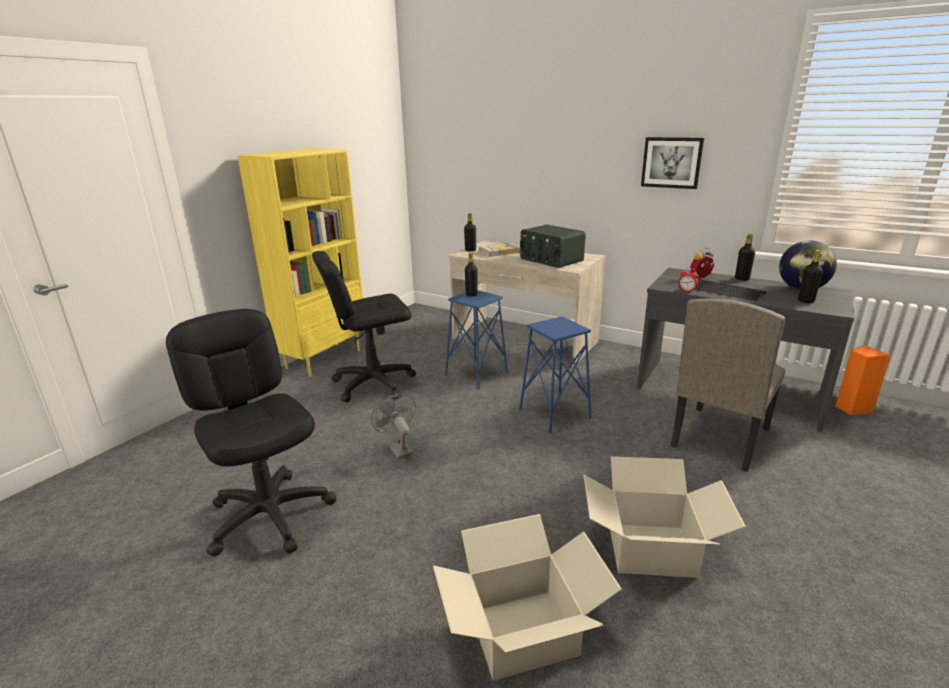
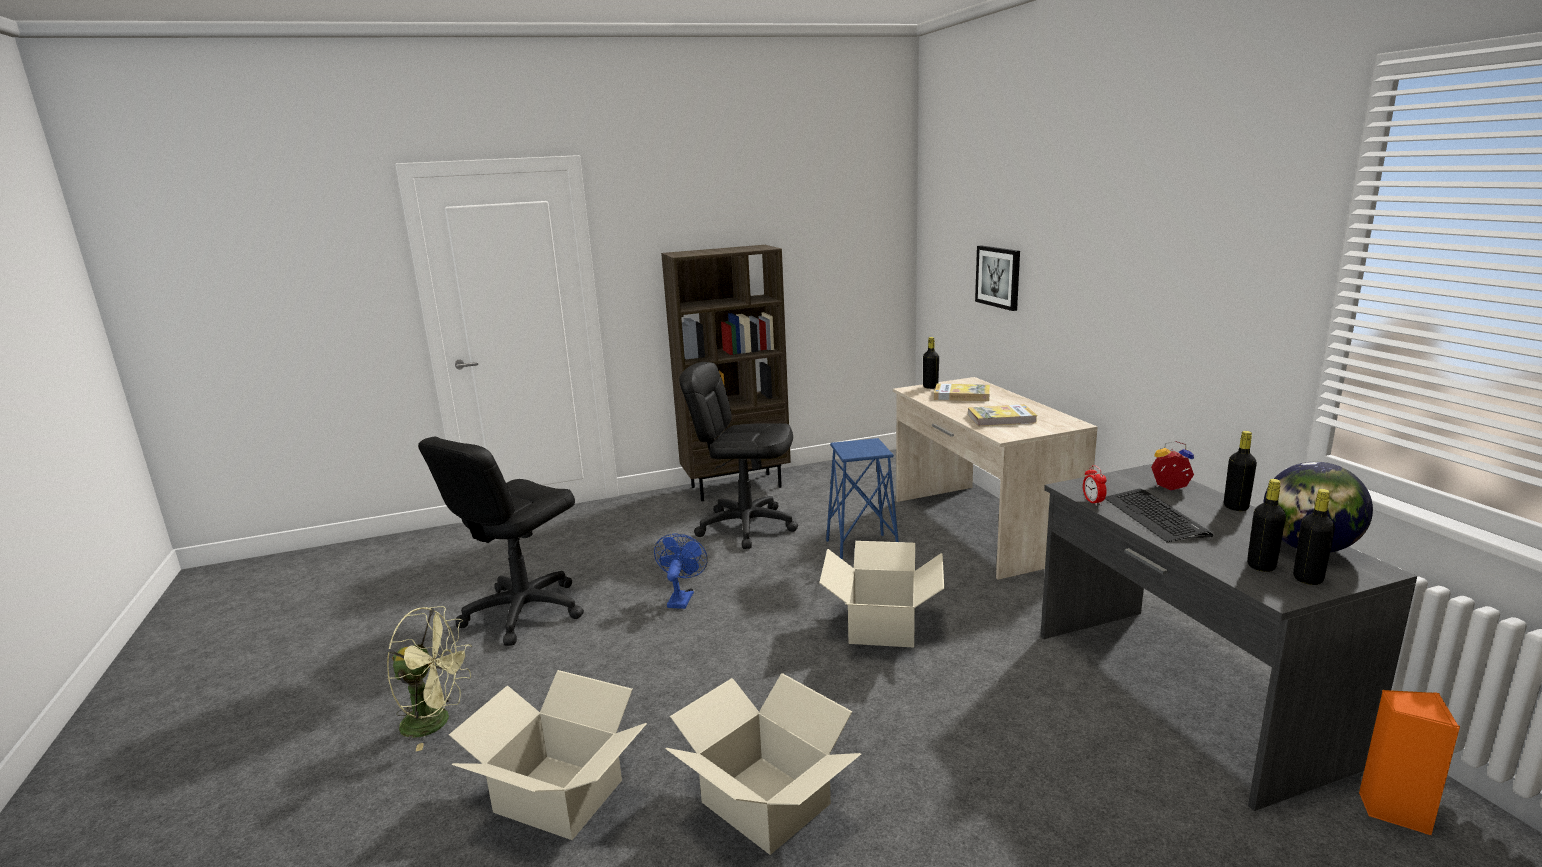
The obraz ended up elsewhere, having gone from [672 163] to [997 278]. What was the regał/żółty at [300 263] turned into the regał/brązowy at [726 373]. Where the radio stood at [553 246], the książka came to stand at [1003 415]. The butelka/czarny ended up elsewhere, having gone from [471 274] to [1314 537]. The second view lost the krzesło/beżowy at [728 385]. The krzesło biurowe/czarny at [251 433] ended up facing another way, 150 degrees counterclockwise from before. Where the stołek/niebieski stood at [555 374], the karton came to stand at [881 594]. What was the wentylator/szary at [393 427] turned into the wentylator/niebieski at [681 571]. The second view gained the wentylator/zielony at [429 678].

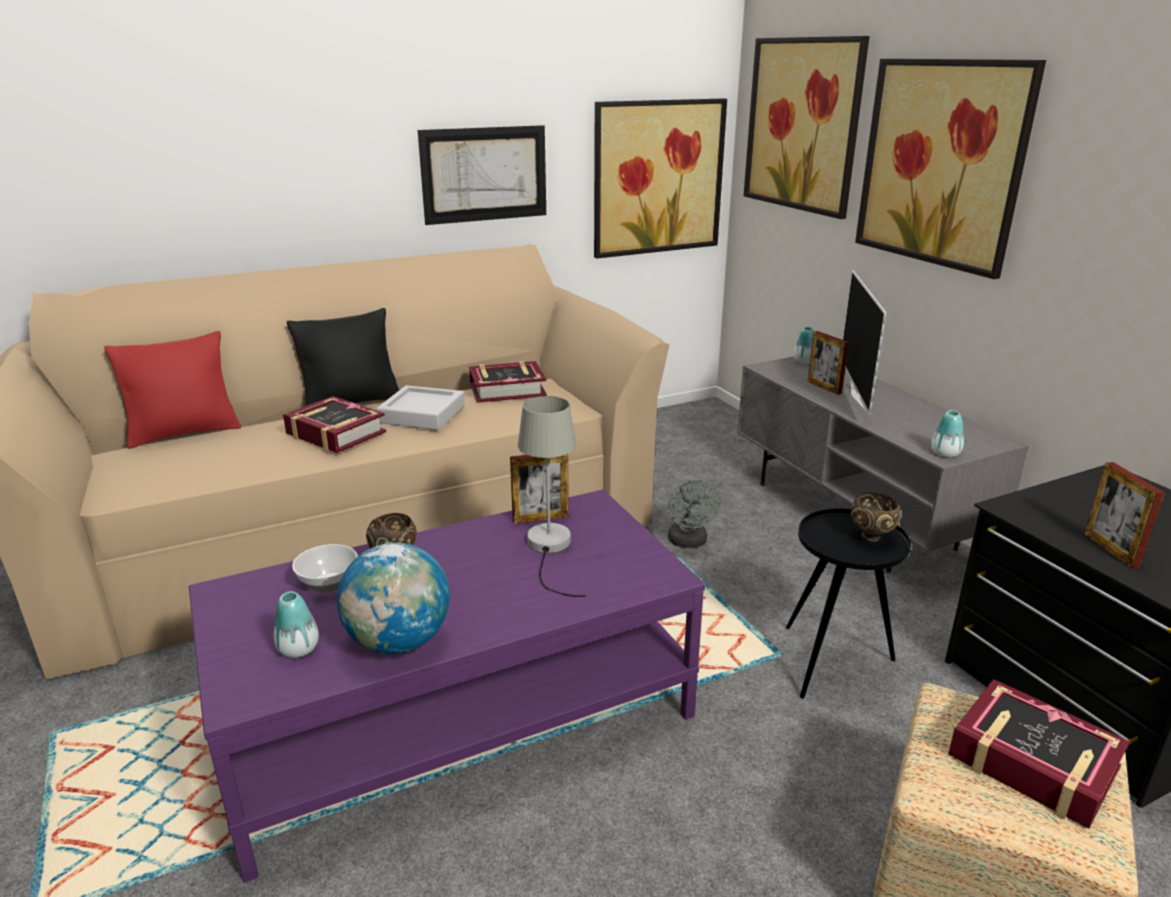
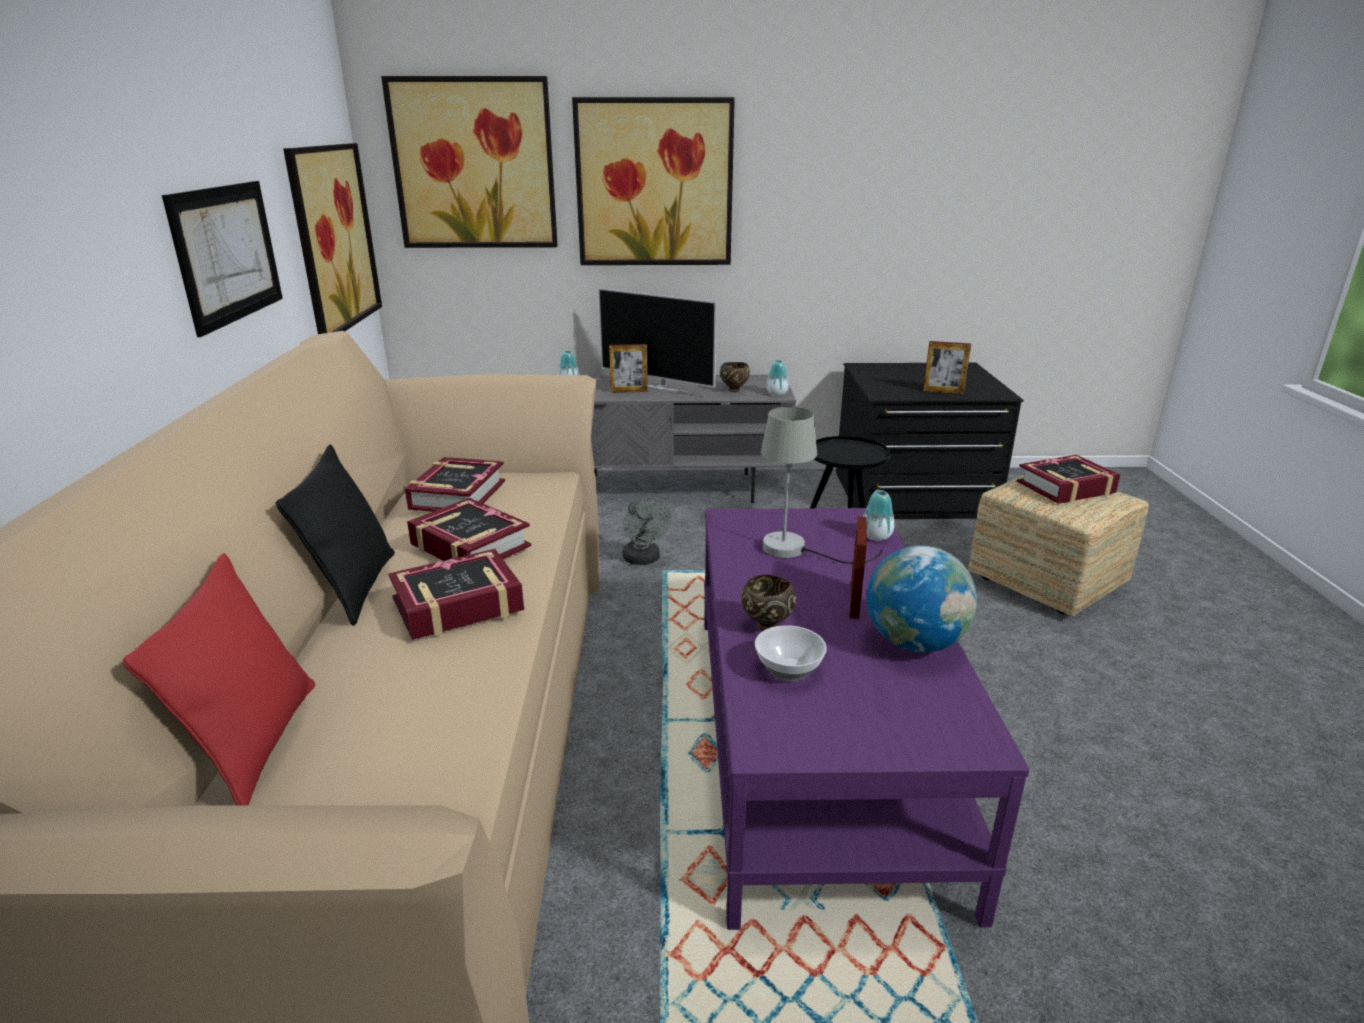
Where the taca/szary stood at [420 407], the książka came to stand at [469 529]. The ramka na zdjęcie ended up elsewhere, having gone from [539 489] to [858 567]. The wentylator/szary at [694 514] ended up facing another way, 45 degrees clockwise from before. The miska/brązowy ended up elsewhere, having gone from [876 517] to [735 377]. The wazon ended up elsewhere, having gone from [296 624] to [878 515].

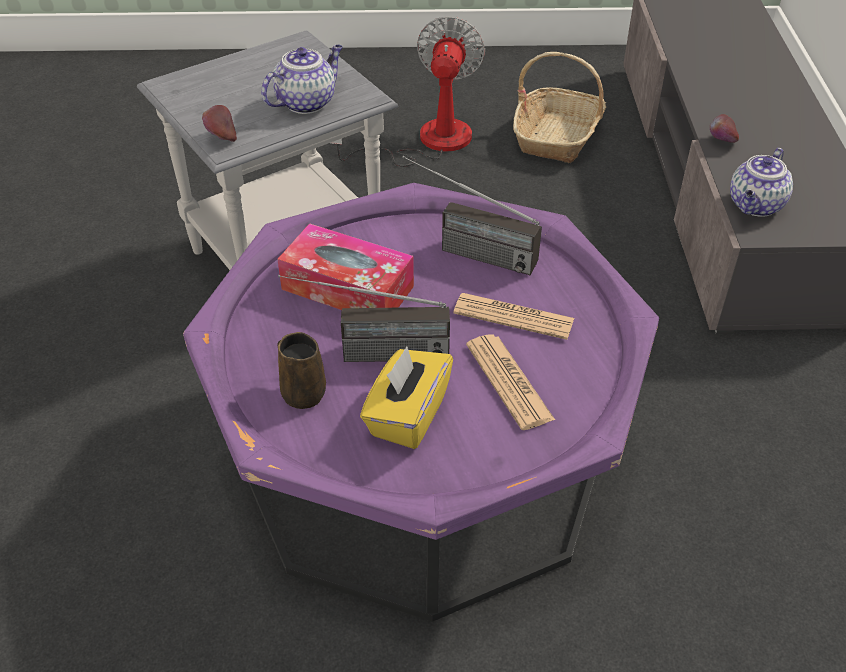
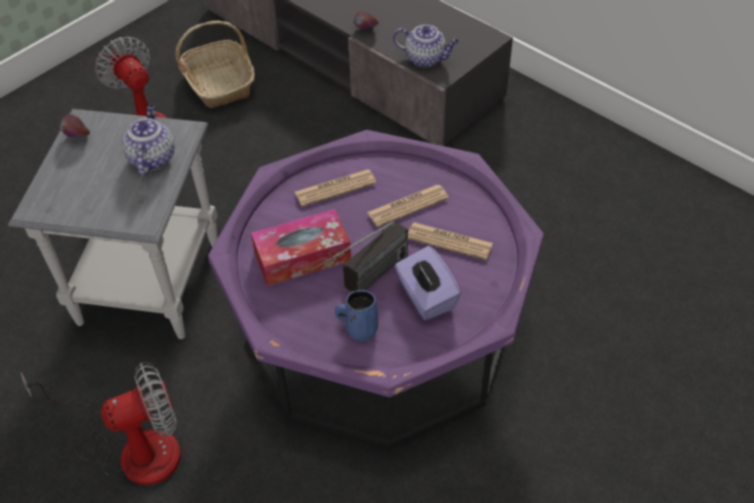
The jabłko ended up elsewhere, having gone from [219 123] to [75 125]. The imbryk at [761 182] ended up facing another way, 60 degrees counterclockwise from before. Where the radio stood at [472 215], the gazeta came to stand at [335 188]. What was the kubek/brązowy at [301 370] turned into the kubek/niebieski at [356 316]. What was the pudełko chusteczek/żółty at [406 397] turned into the pudełko chusteczek/fioletowy at [428 283]. The second view gained the wentylator at [101 423].

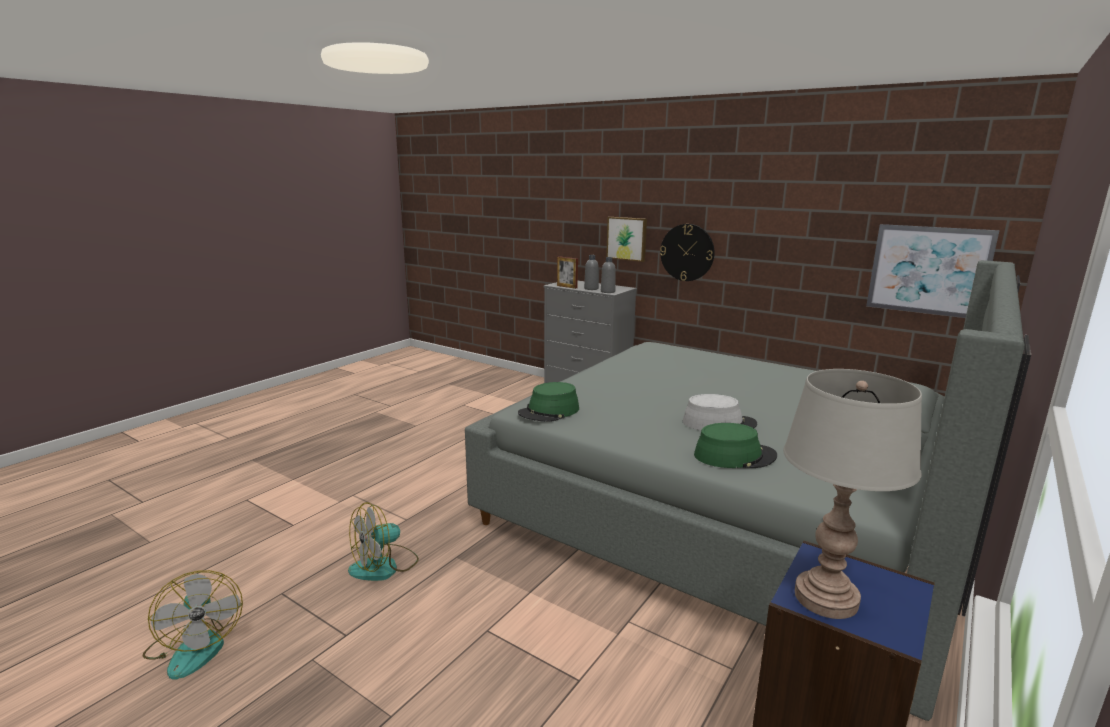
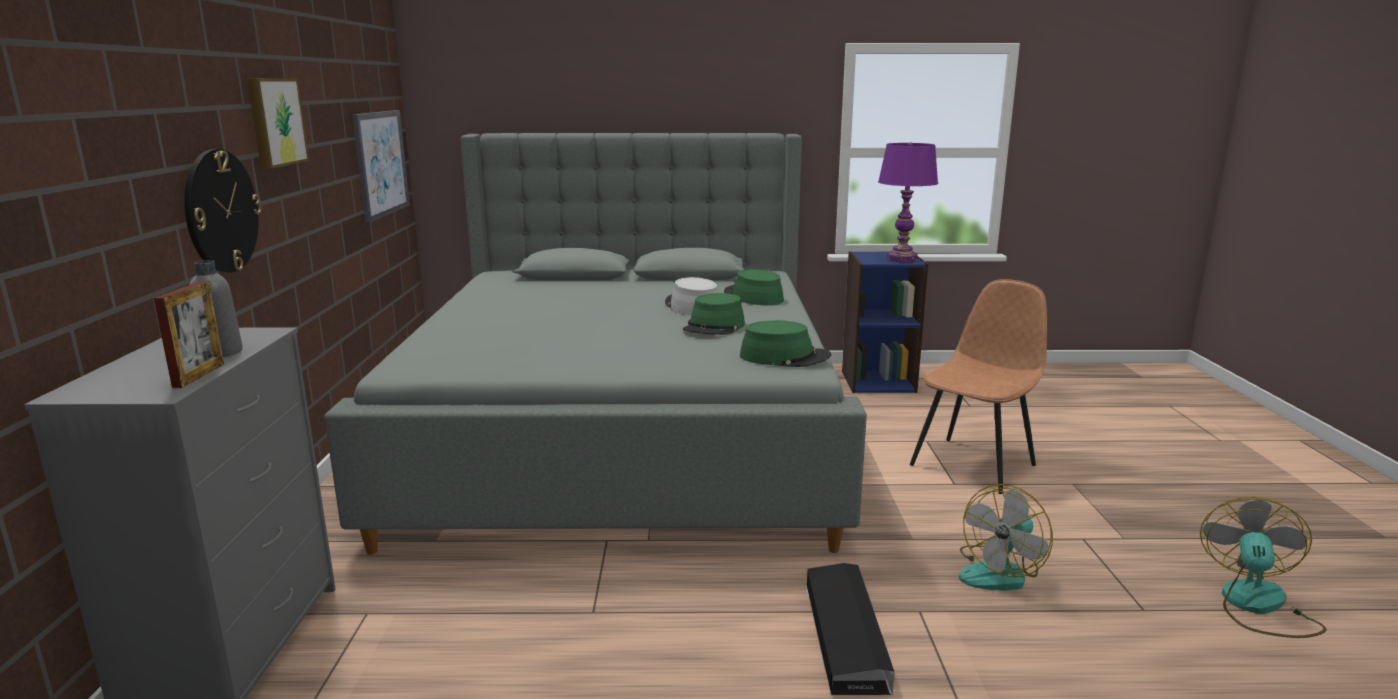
The obraz ended up elsewhere, having gone from [626 239] to [278 123]. The second view lost the butelka/szary at [608 275]. What was the lampa stołowa/szary at [852 494] turned into the lampa stołowa/fioletowy at [908 202]. The wentylator at [383 541] ended up facing another way, 120 degrees clockwise from before. The second view gained the krzesło/brązowy at [978 386]. The second view gained the kapelusz/zielony at [714 314]. The second view gained the pojemnik do przechowywania/czarny at [850 629].

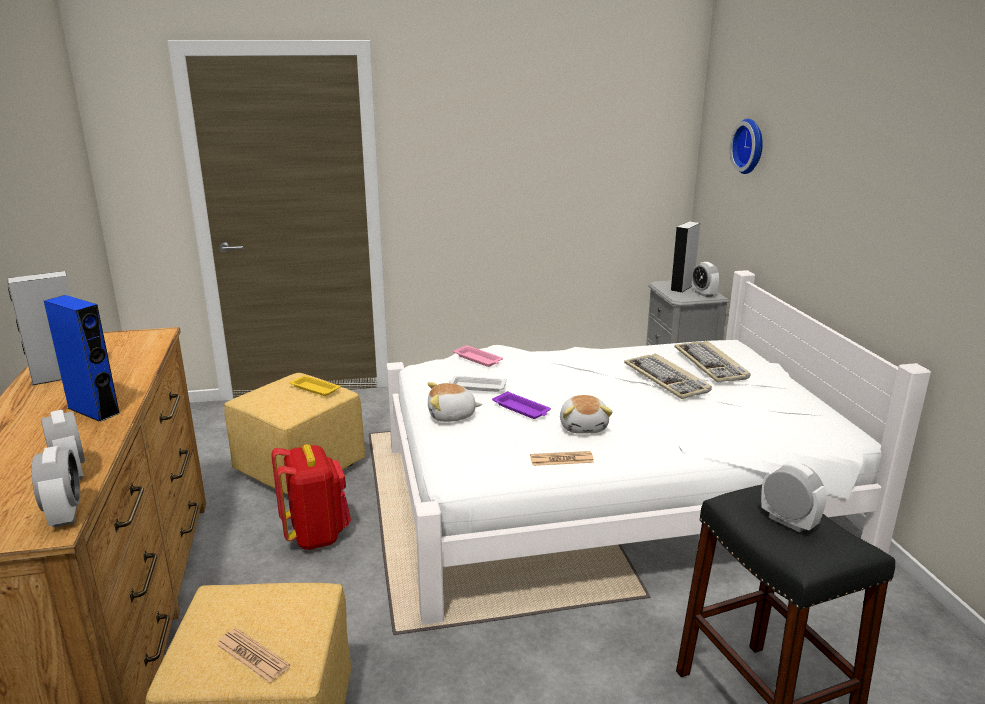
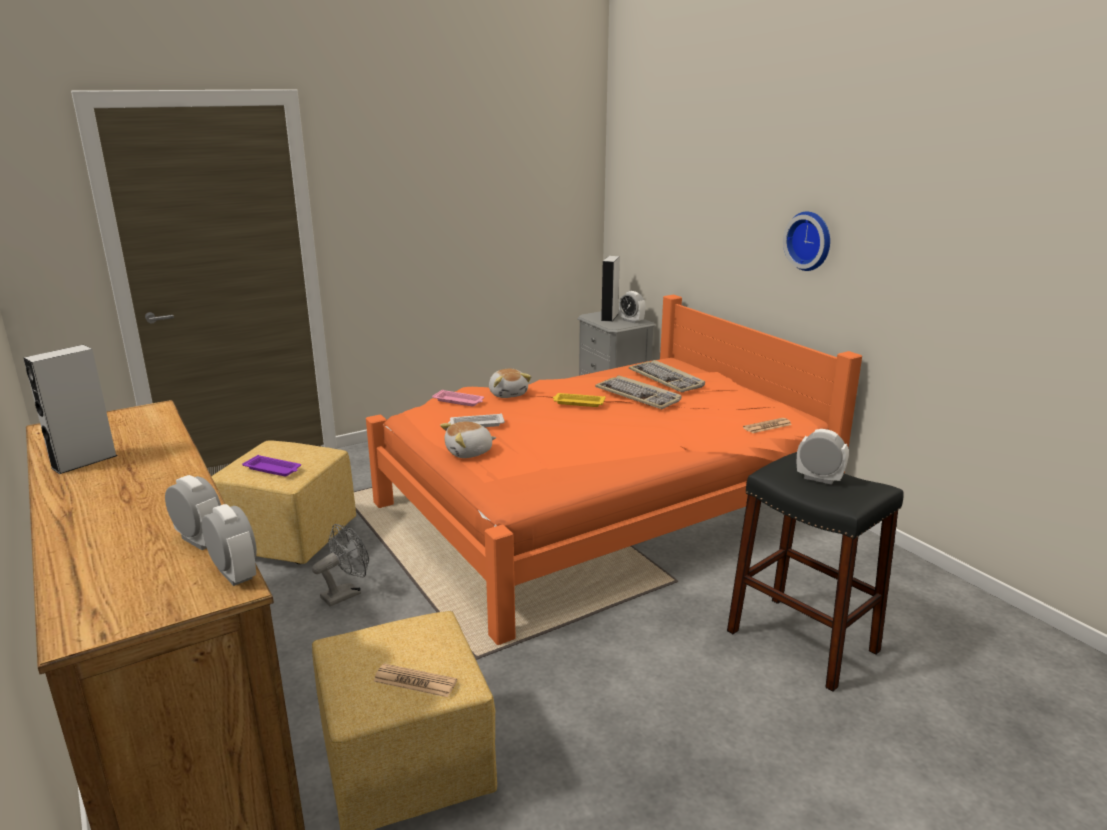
The zegar ścienny ended up elsewhere, having gone from [746 146] to [806 241]. What was the łóżko/biały at [659 447] turned into the łóżko/pomarańczowy at [614 469]. The second view lost the głośnik/niebieski at [82 358]. The taca/żółty ended up elsewhere, having gone from [315 385] to [579 400]. The taca/fioletowy ended up elsewhere, having gone from [521 405] to [271 465]. The pluszak ended up elsewhere, having gone from [586 414] to [510 383]. Where the plecak/czerwony stood at [311 497], the wentylator/szary came to stand at [340 565]. The gazeta ended up elsewhere, having gone from [562 458] to [767 425].

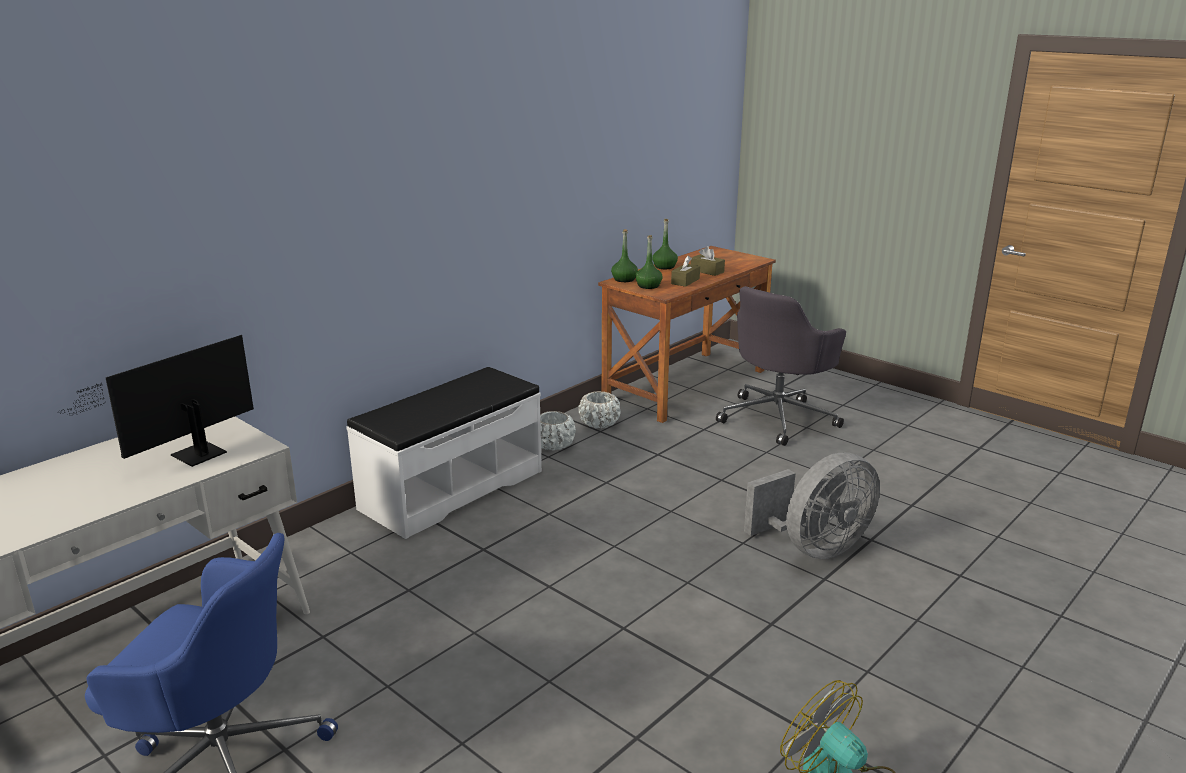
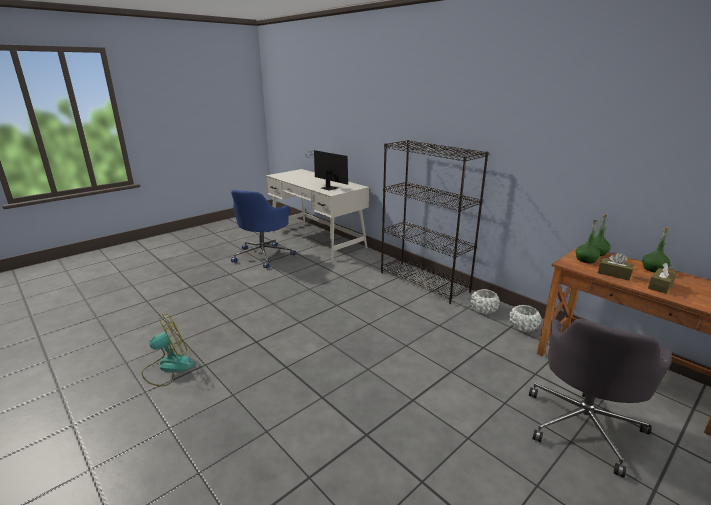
The krzesło biurowe/szary at [781 366] ended up facing another way, 105 degrees counterclockwise from before. Where the ławka/biały stood at [444 453], the regał/czarny came to stand at [435 222]. The second view lost the wentylator/szary at [812 506].

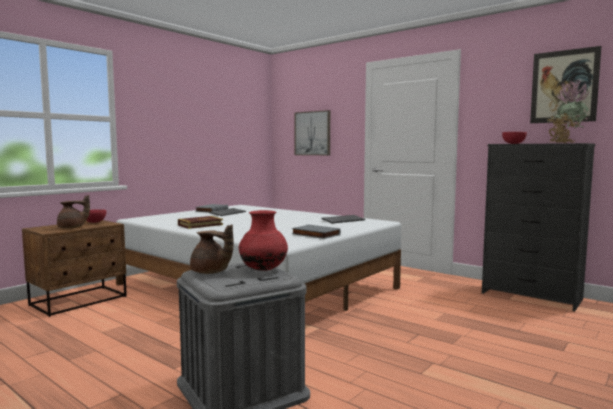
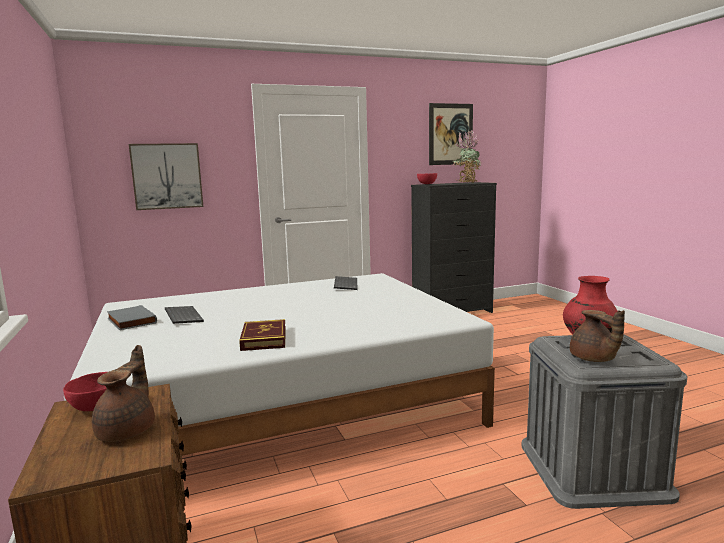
The imbryk/brązowy at [211 249] ended up facing another way, 105 degrees clockwise from before. The second view lost the książka/szary at [316 232].

